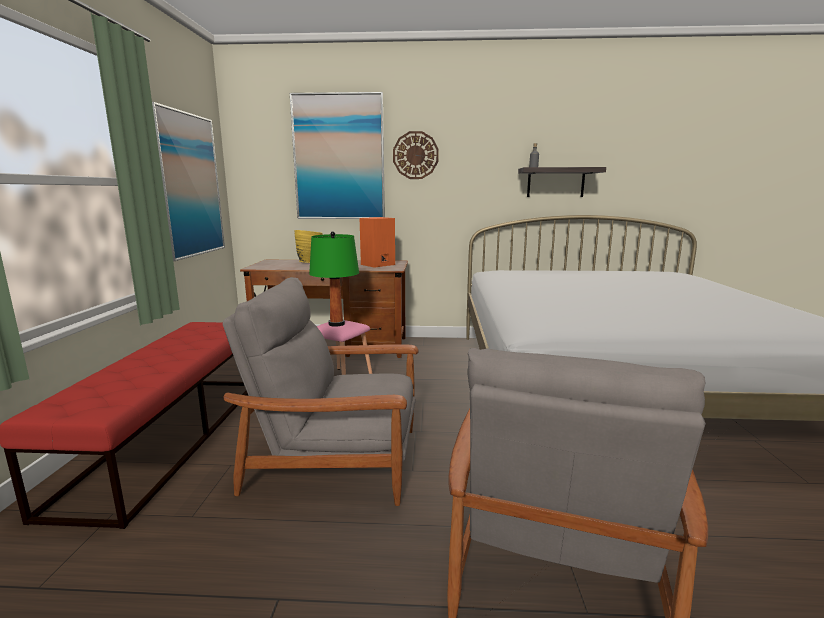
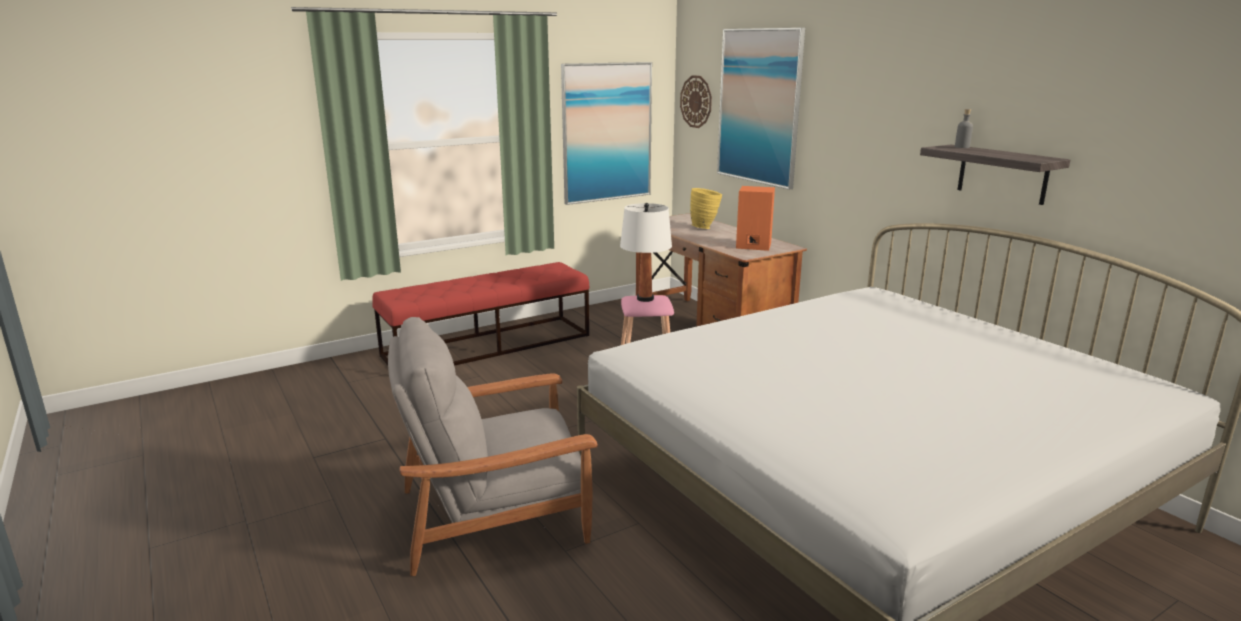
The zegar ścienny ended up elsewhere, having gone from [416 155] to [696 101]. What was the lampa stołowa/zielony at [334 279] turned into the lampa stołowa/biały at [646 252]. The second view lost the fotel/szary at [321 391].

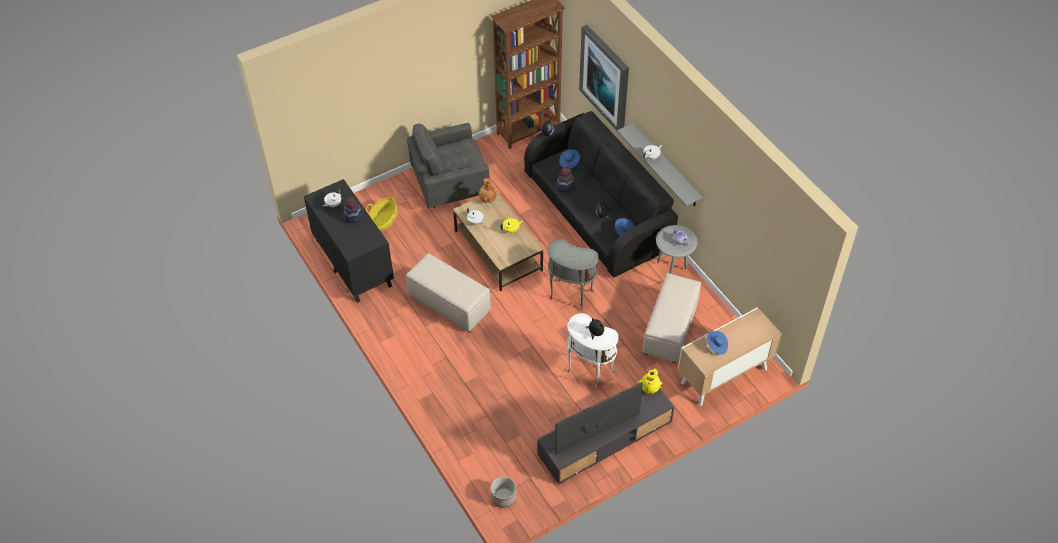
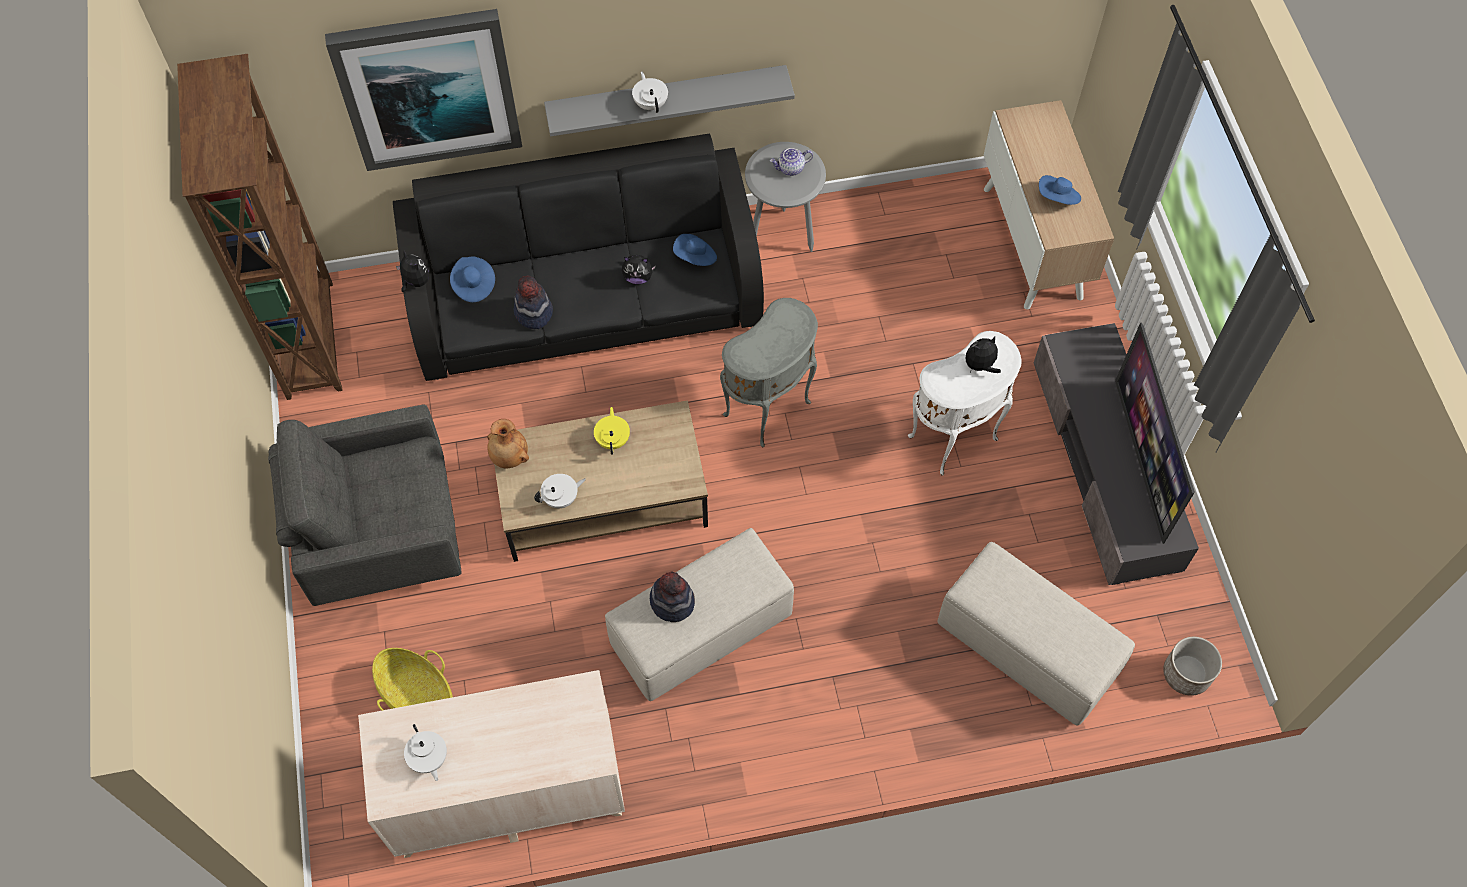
The fotel/szary at [448 165] ended up facing another way, 75 degrees clockwise from before. What was the komoda/czarny at [349 241] turned into the komoda/beżowy at [491 764]. The kapelusz ended up elsewhere, having gone from [353 210] to [672 597]. The pufa/beżowy ended up elsewhere, having gone from [671 318] to [1036 634]. The second view lost the wazon/żółty at [650 381].

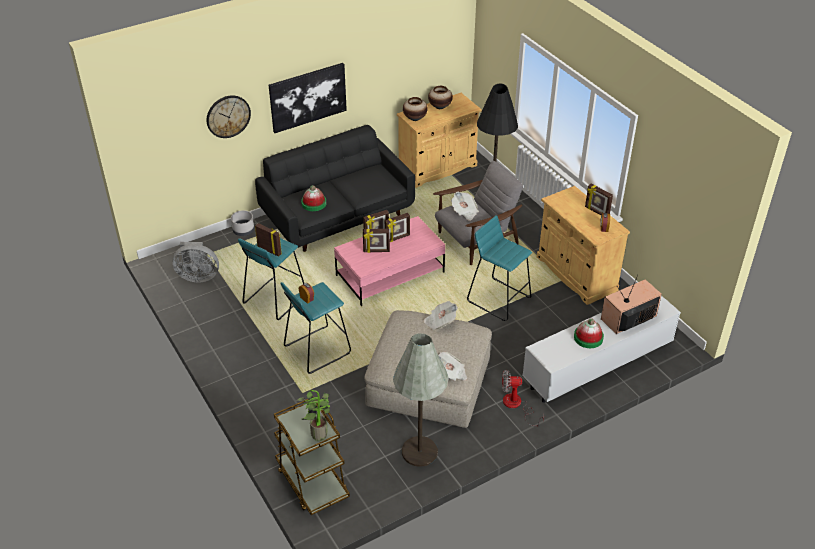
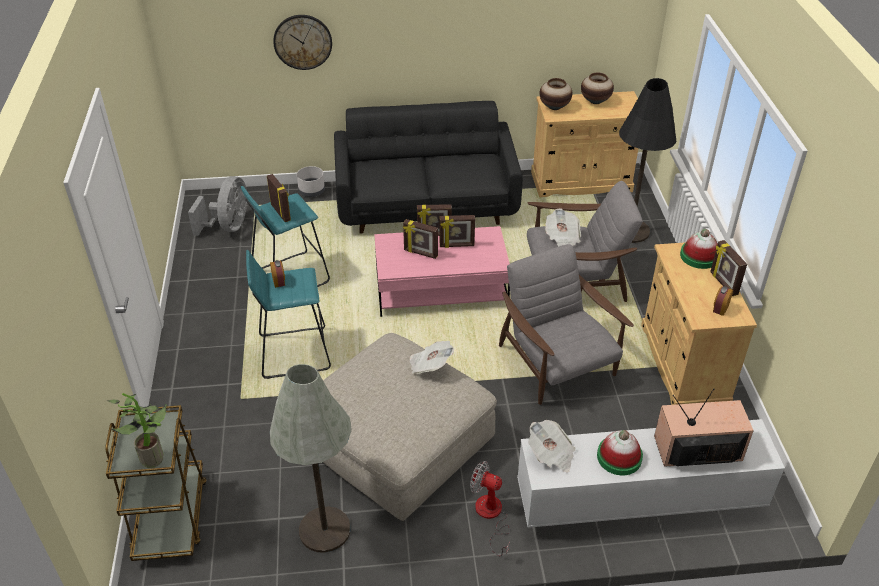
The second view lost the obraz at [308 98]. The kapelusz ended up elsewhere, having gone from [313 198] to [698 249]. Where the stołek/turkusowy stood at [499 268], the fotel/szary came to stand at [566 324]. The wentylator/szary at [196 262] ended up facing another way, 105 degrees counterclockwise from before. The gazeta ended up elsewhere, having gone from [452 366] to [552 446].

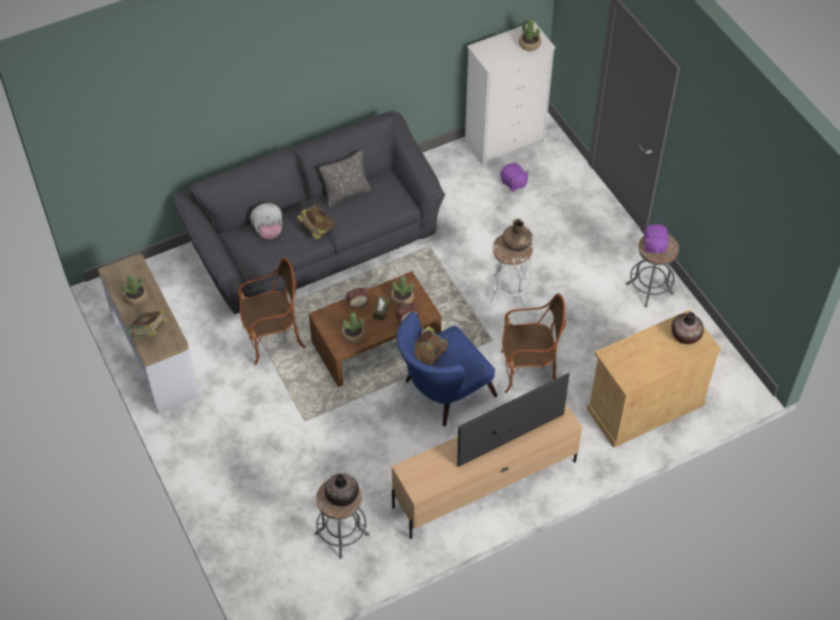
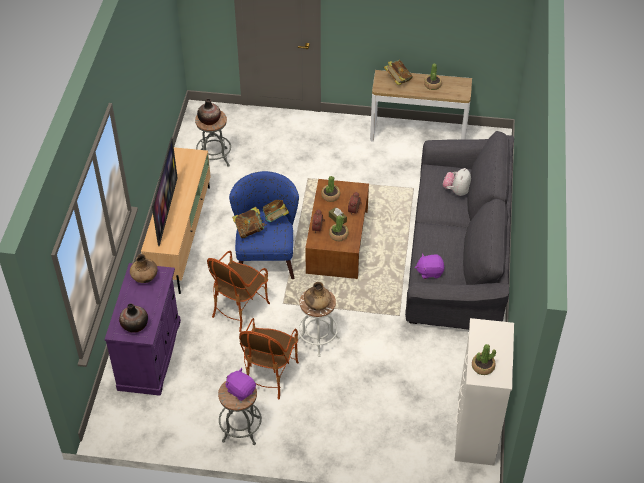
The second view lost the poduszka at [345 179]. The pluszak/fioletowy ended up elsewhere, having gone from [514 177] to [430 266]. The książka ended up elsewhere, having gone from [316 222] to [248 223]. The fotel ended up elsewhere, having gone from [271 311] to [269 358]. What was the szafka/beżowy at [654 379] turned into the szafka/fioletowy at [143 329]. The second view gained the wazon/brązowy at [144 268].

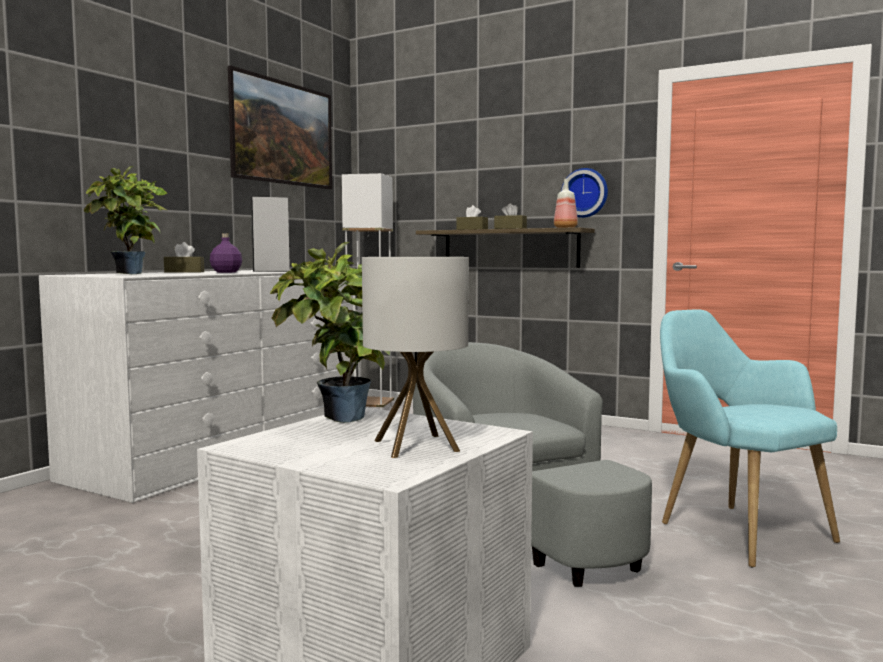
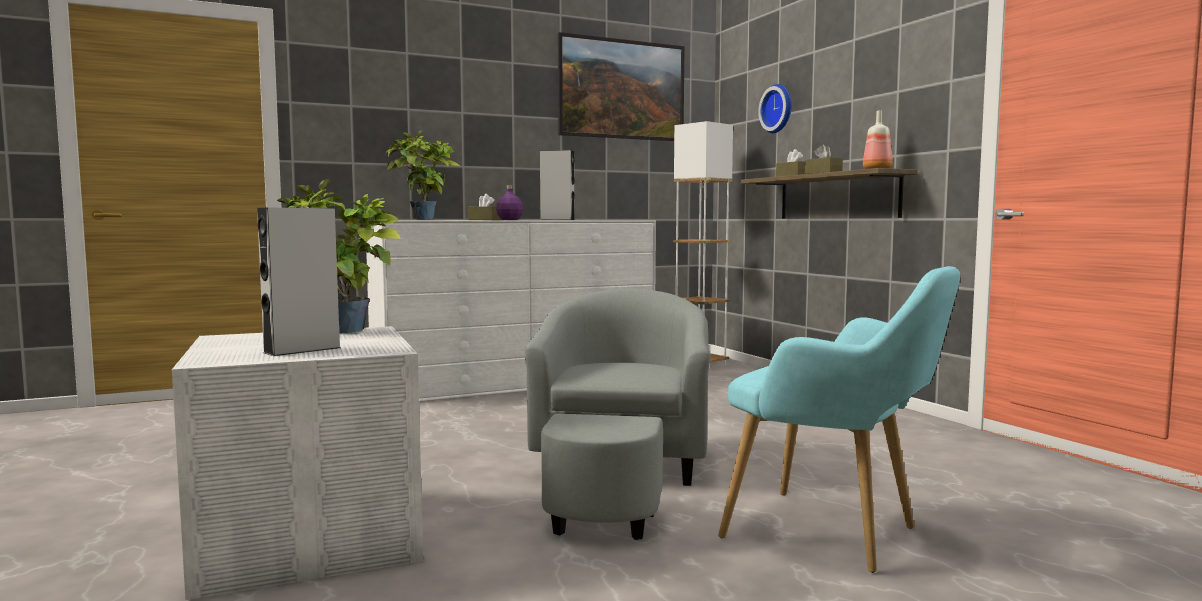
The zegar ścienny ended up elsewhere, having gone from [584 193] to [775 108]. Where the lampa stołowa stood at [415 357], the głośnik/szary came to stand at [298 282]. The fotel/turkusowy at [750 438] ended up facing another way, 120 degrees clockwise from before.

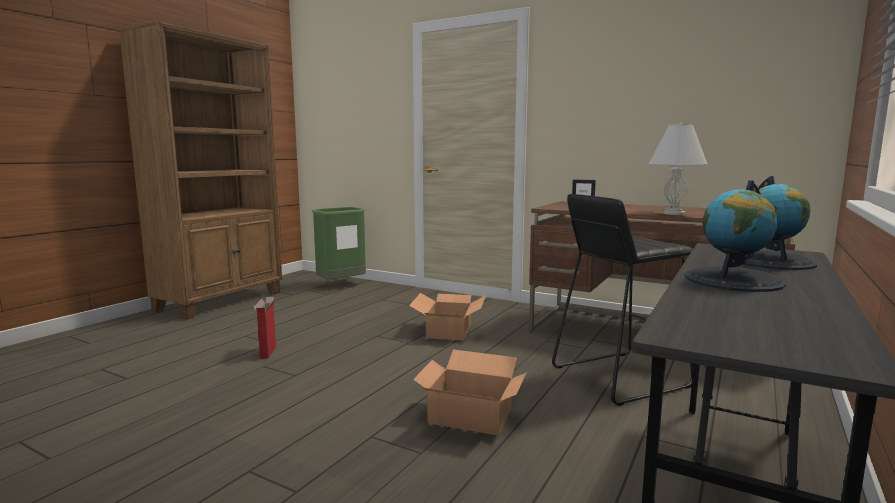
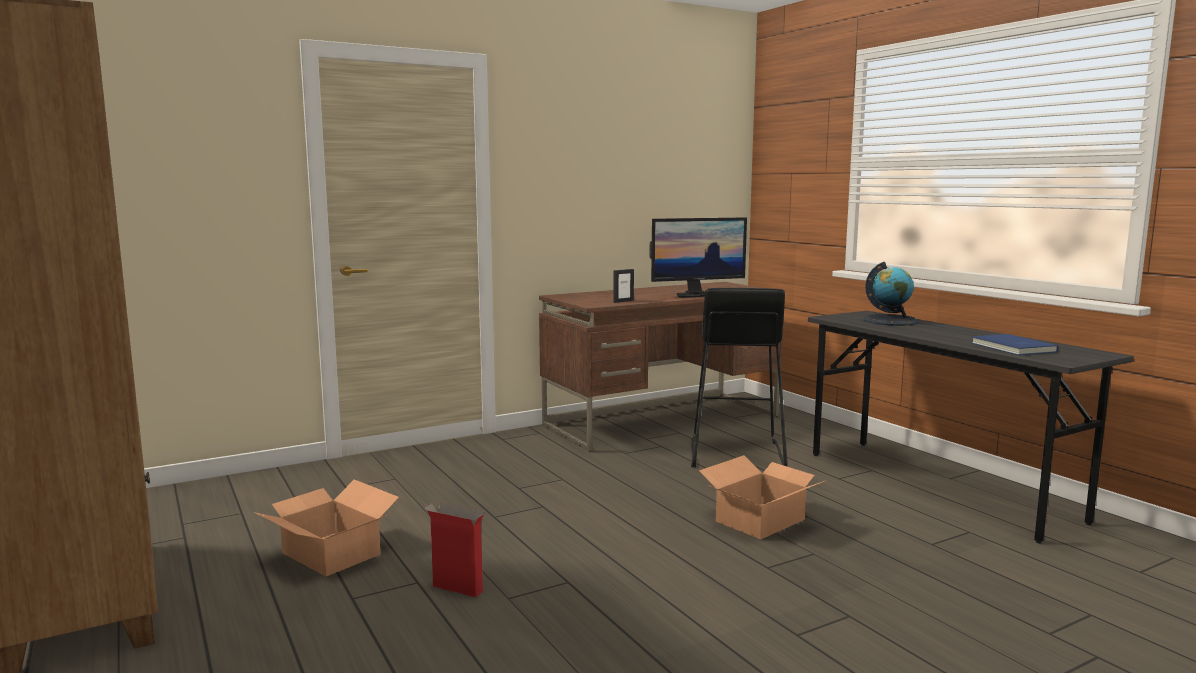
Where the lampa stołowa/biały stood at [678 169], the monitor came to stand at [698 257]. The second view lost the globus at [735 236]. The second view lost the kosz na śmieci/zielony at [339 243]. The karton ended up elsewhere, having gone from [447 317] to [326 528]. The second view gained the książka/niebieski at [1014 344].

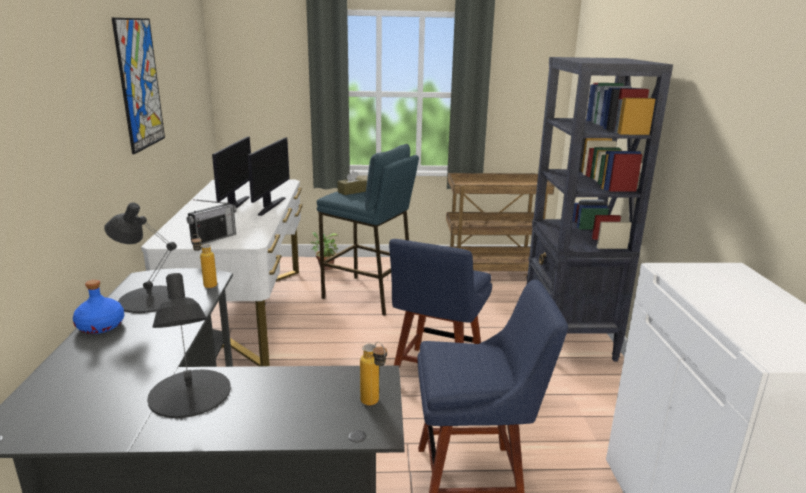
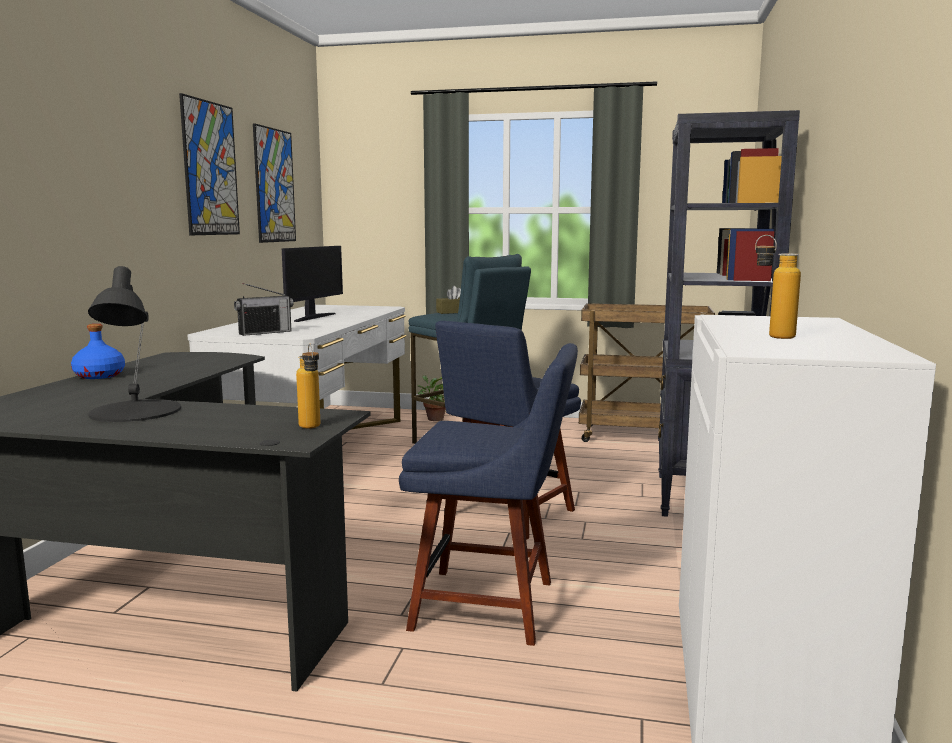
The second view lost the monitor at [268 176]. The second view lost the lampa stołowa/czarny at [140 258]. The butelka ended up elsewhere, having gone from [204 261] to [778 287]. The second view gained the obraz at [274 183].

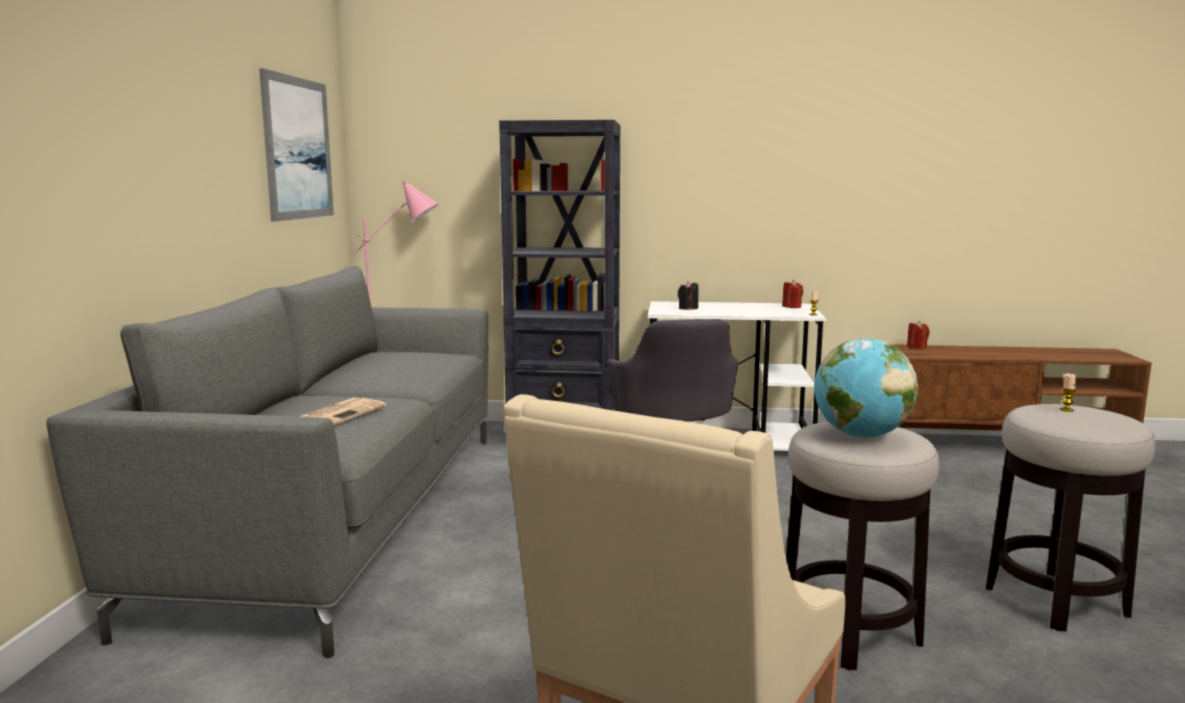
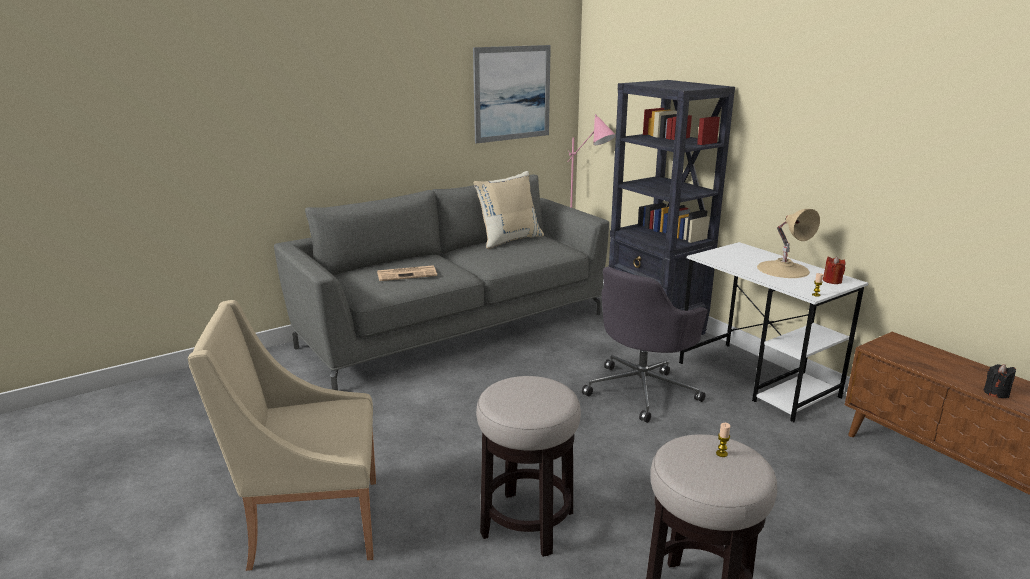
The świeca/czarny ended up elsewhere, having gone from [688 295] to [1000 381]. The second view lost the świeca/czerwony at [918 335]. The second view lost the globus at [866 388]. The second view gained the poduszka/beżowy at [508 210]. The second view gained the lampa stołowa/beżowy at [788 243].

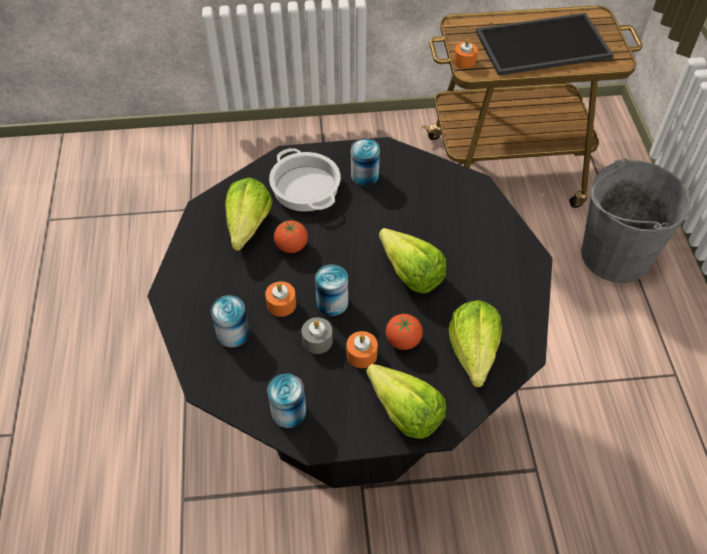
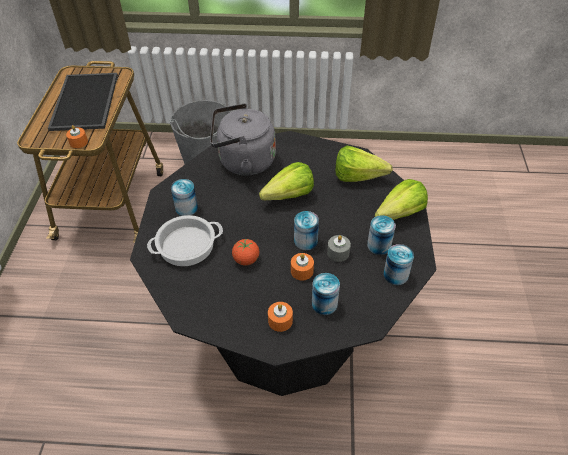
The second view lost the sałata at [249 214]. The second view lost the pomidor at [404 332]. The świeca/pomarańczowy ended up elsewhere, having gone from [362 349] to [280 317]. The second view gained the czajnik/szary at [243 139]. The second view gained the puszka at [381 235].

